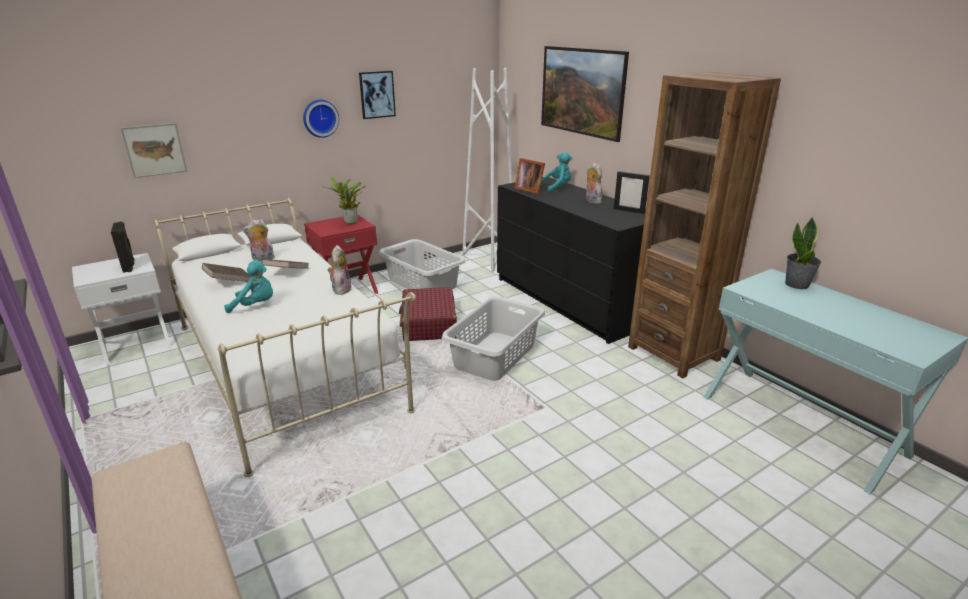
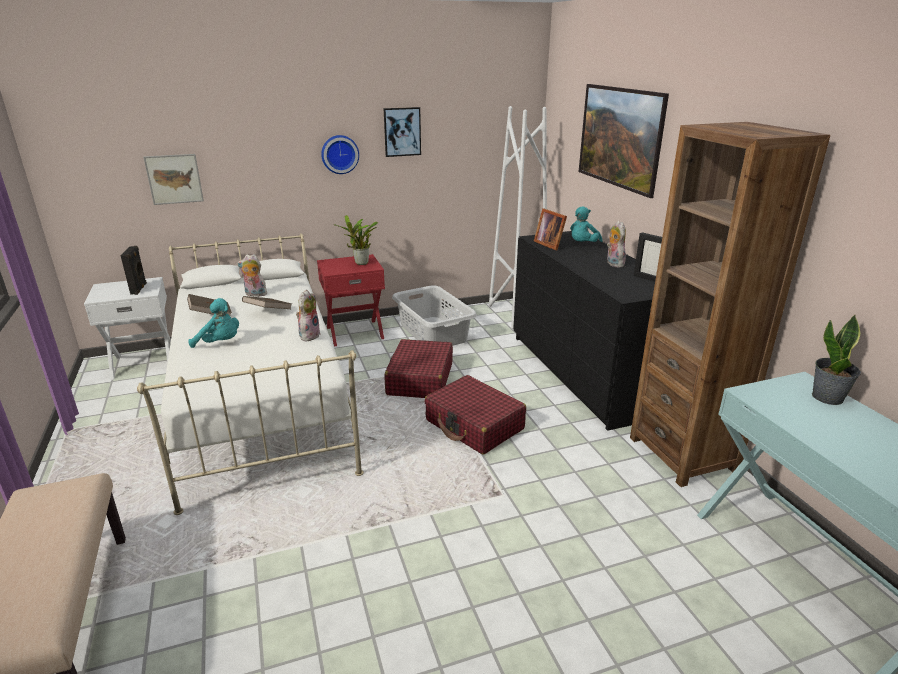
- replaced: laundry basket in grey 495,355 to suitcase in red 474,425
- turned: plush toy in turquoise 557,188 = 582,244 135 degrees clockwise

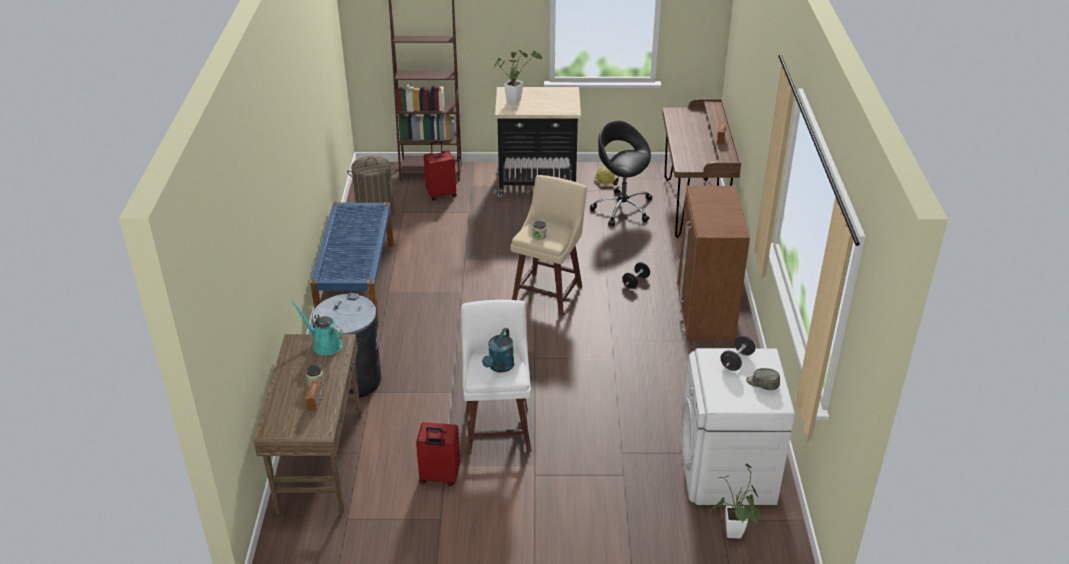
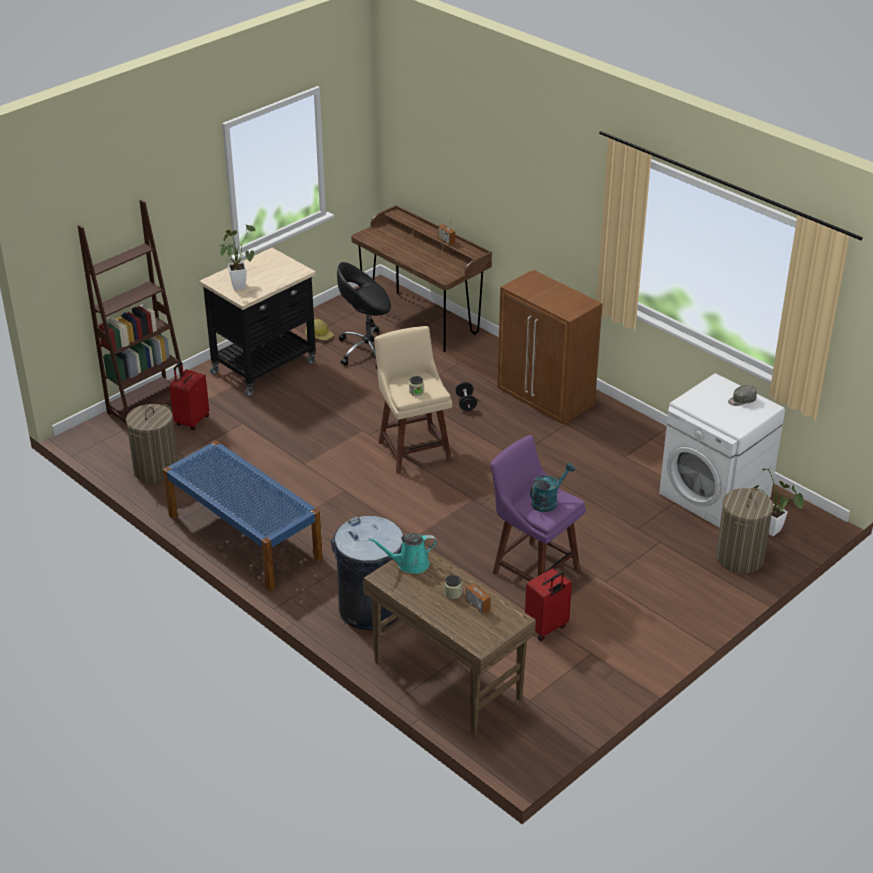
- recoloured: stool in white 498,428 to stool in purple 533,568
- turned: watering can in turquoise 499,367 = 548,501 105 degrees counterclockwise
- removed: dumbbell in black 736,361
- added: laundry basket 739,558

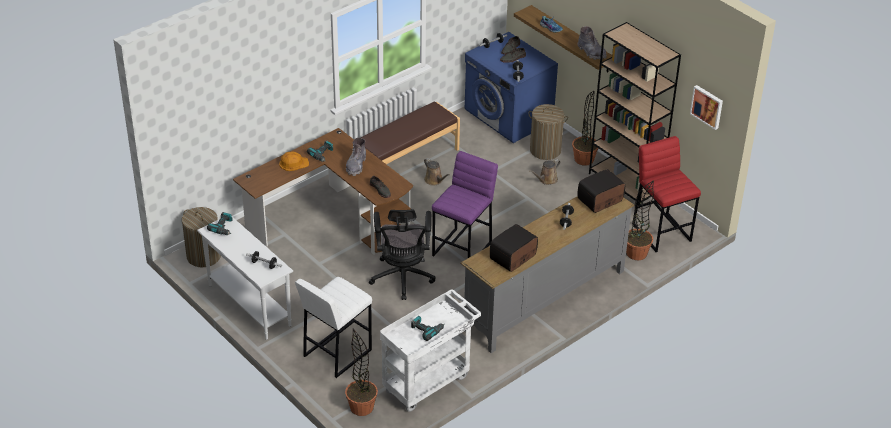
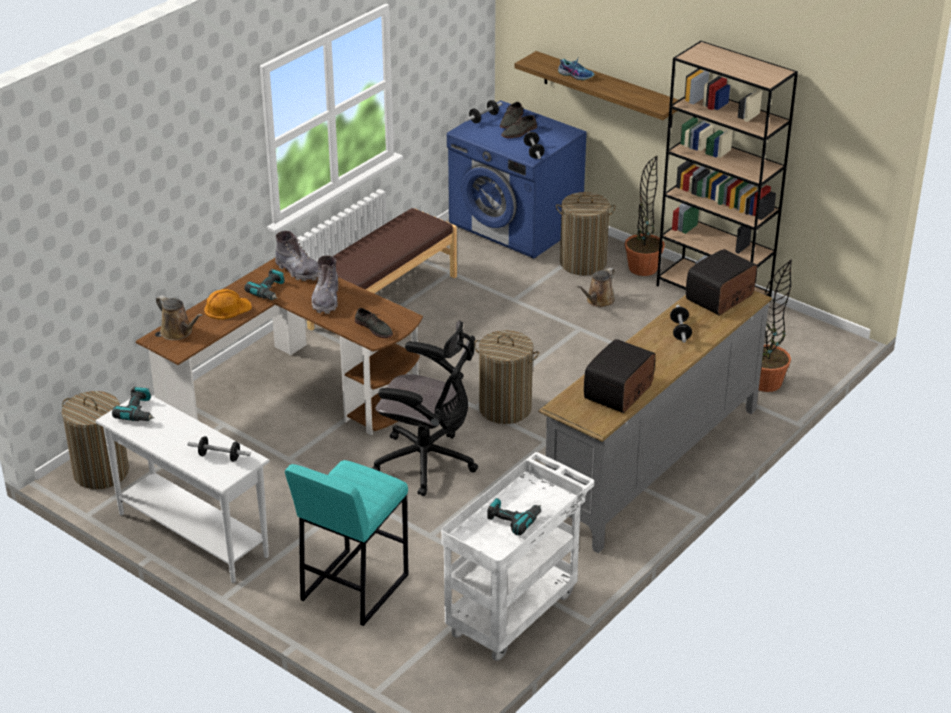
- recoloured: stool in white 336,354 to stool in turquoise 353,589
- removed: potted plant 361,407
- turned: office chair 402,277 = 425,462 60 degrees counterclockwise
- moved: watering can in brown 434,180 to 178,332
- replaced: stool in purple 462,248 to laundry basket 505,408
- moved: boot in grey 591,52 to 298,271
- removed: stool in red 660,231
- removed: picture 707,106

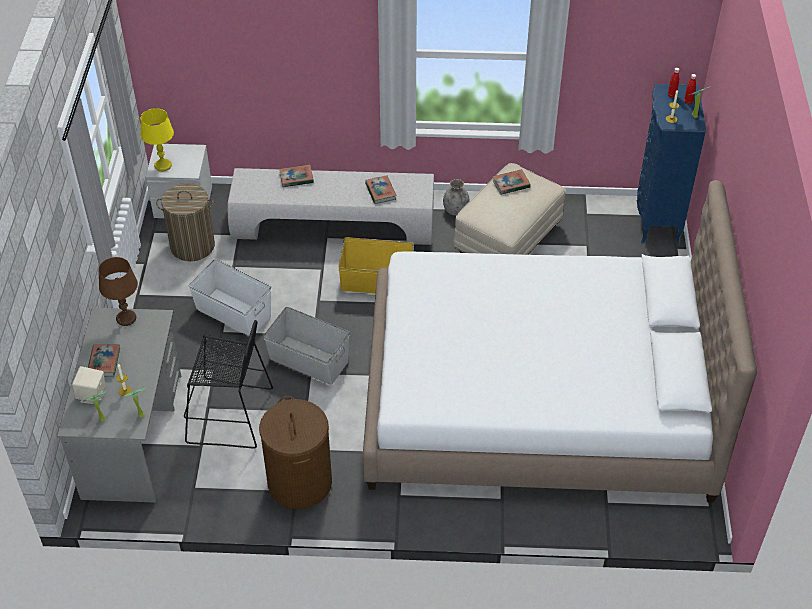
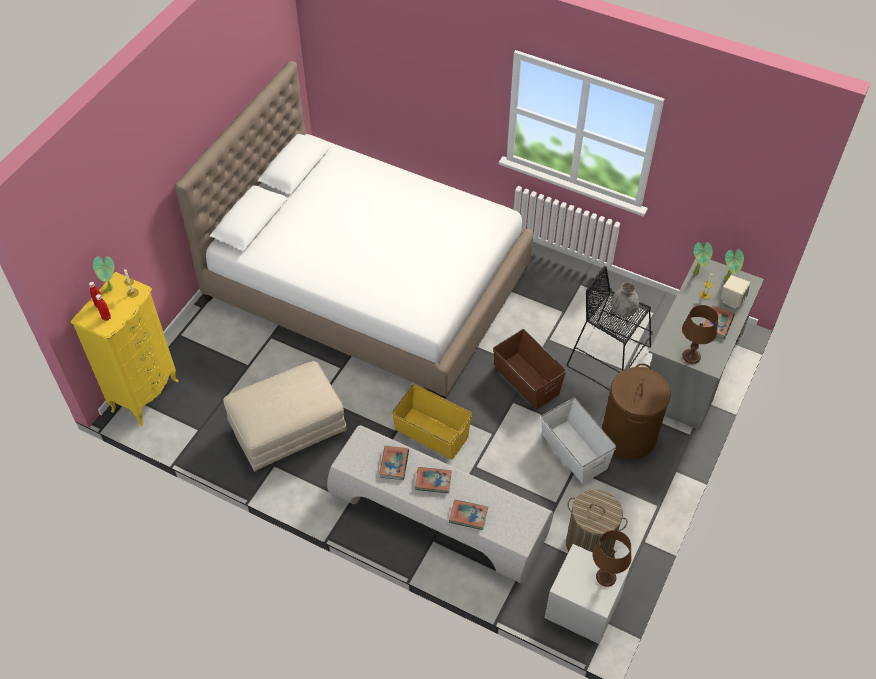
- recoloured: table lamp in yellow 163,166 to table lamp in brown 606,577
- moved: laundry basket in brown 299,482 to 629,436
- recoloured: storage box in grey 308,360 to storage box in brown 527,380
- moved: vase in grey 456,210 to 622,311
- moved: book 511,184 to 433,481
- recoloured: dresser in blue 655,221 to dresser in yellow 147,396

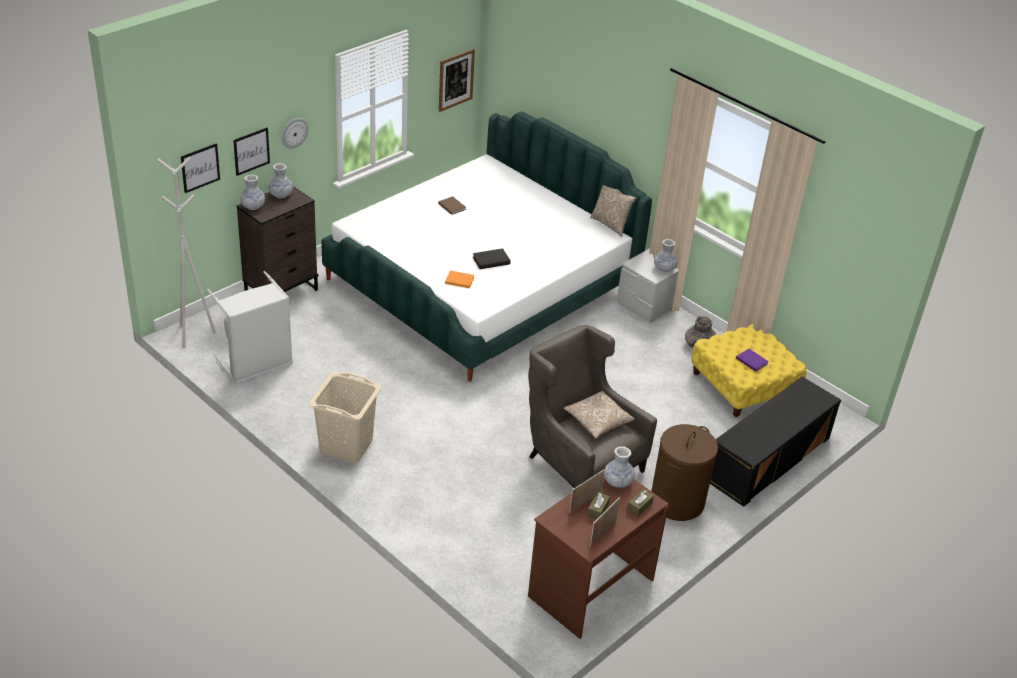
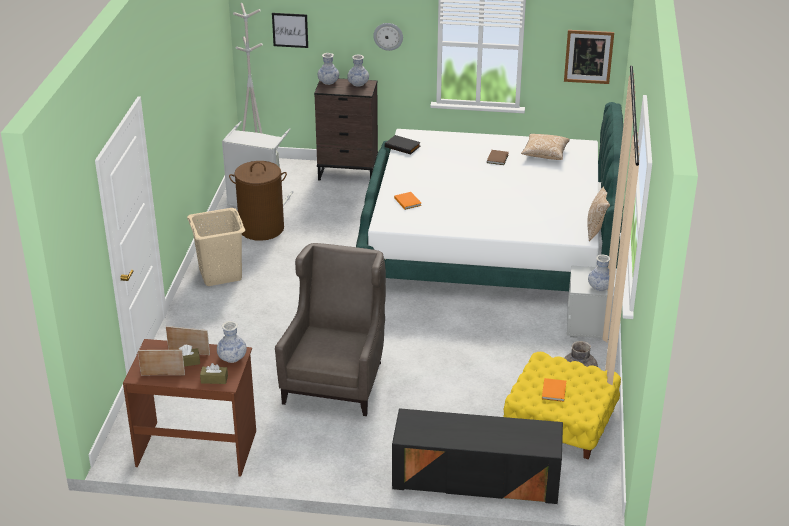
- removed: picture 251,151
- moved: book in black 491,260 to 403,146
- moved: pillow 597,421 to 545,154
- moved: laundry basket in brown 677,502 to 261,229
- recoloured: book in purple 751,360 to book in orange 554,390

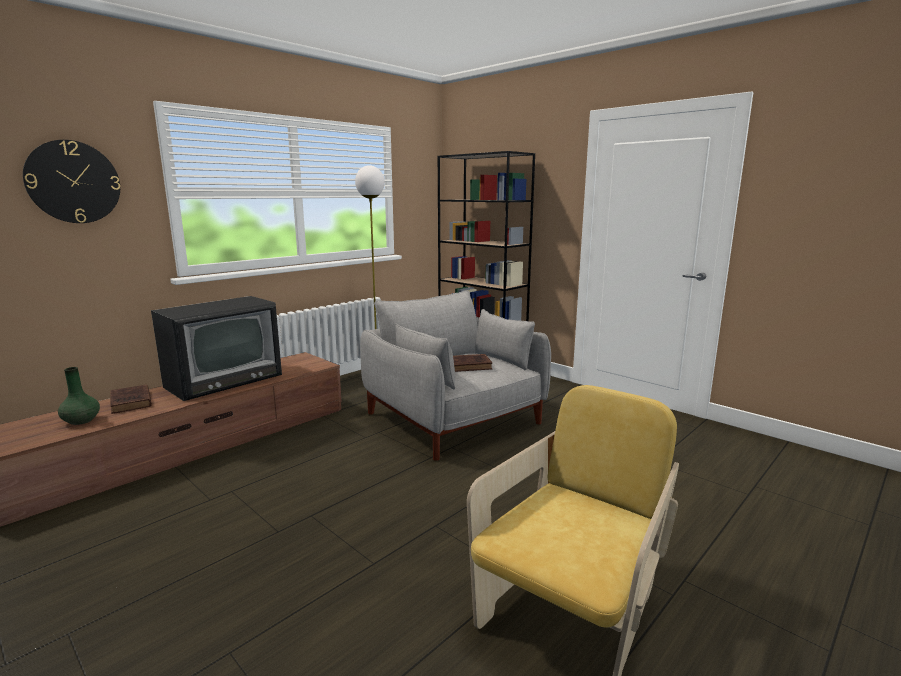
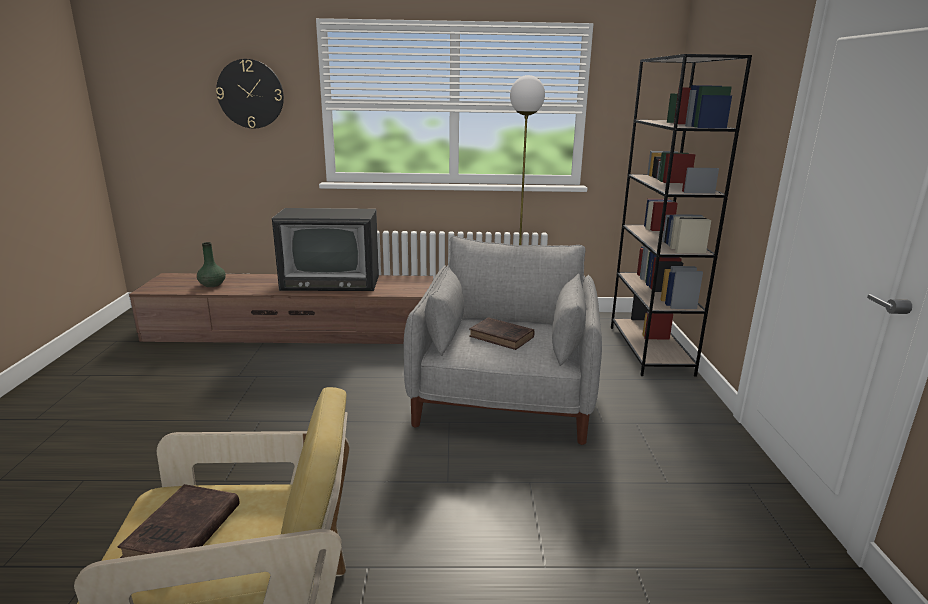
- moved: book in brown 131,402 to 181,533

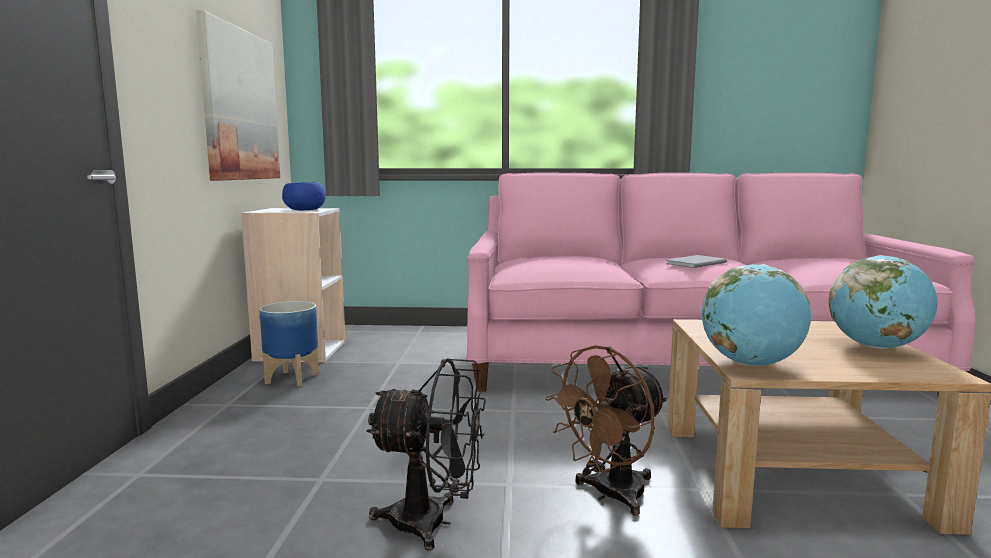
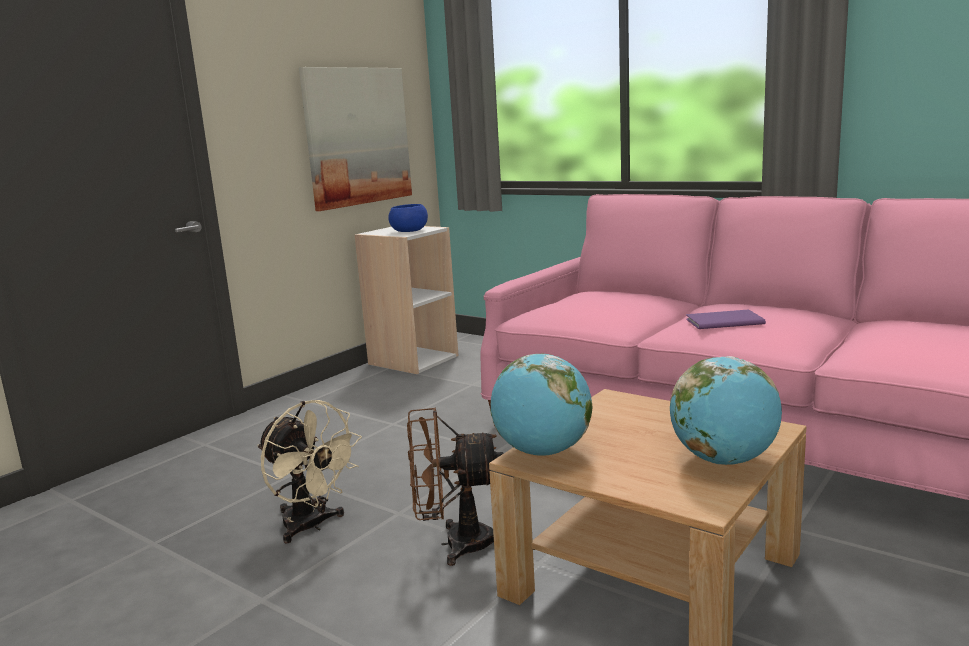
- removed: planter 291,378
- recoloured: fan in black 433,523 to fan in beige 312,526
- recoloured: book in grey 693,263 to book in purple 722,321

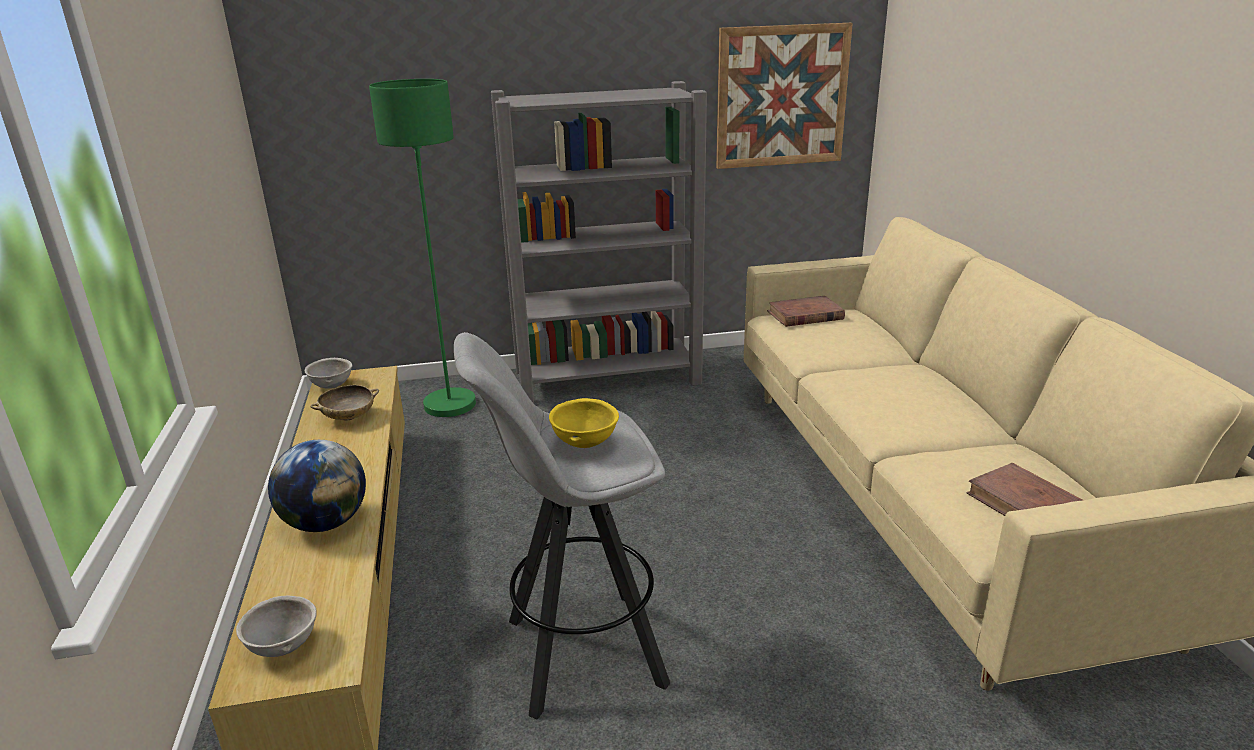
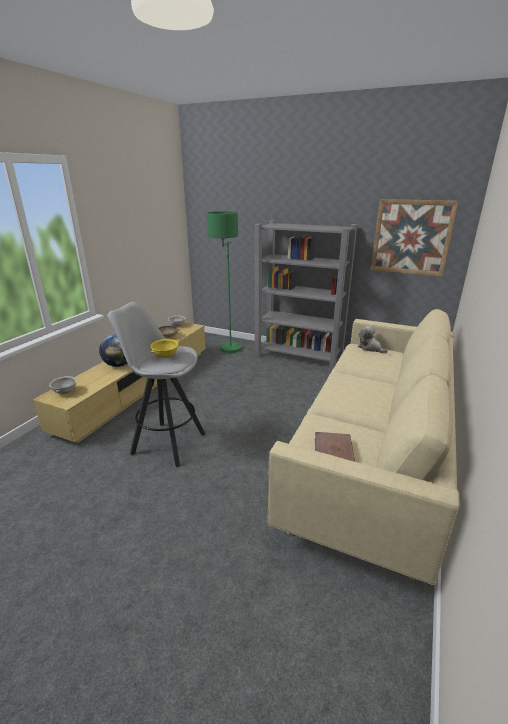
- replaced: book in brown 805,315 to plush toy 370,348

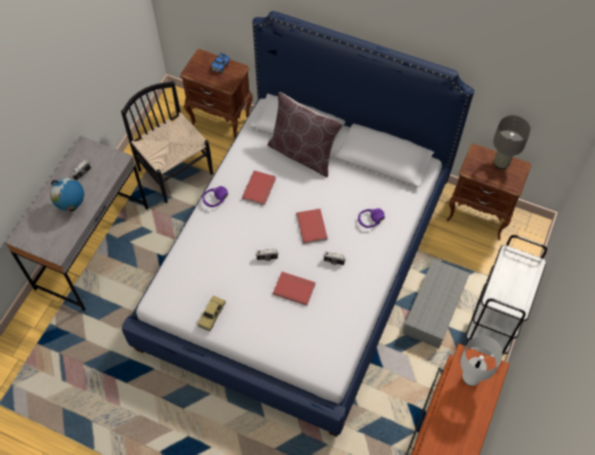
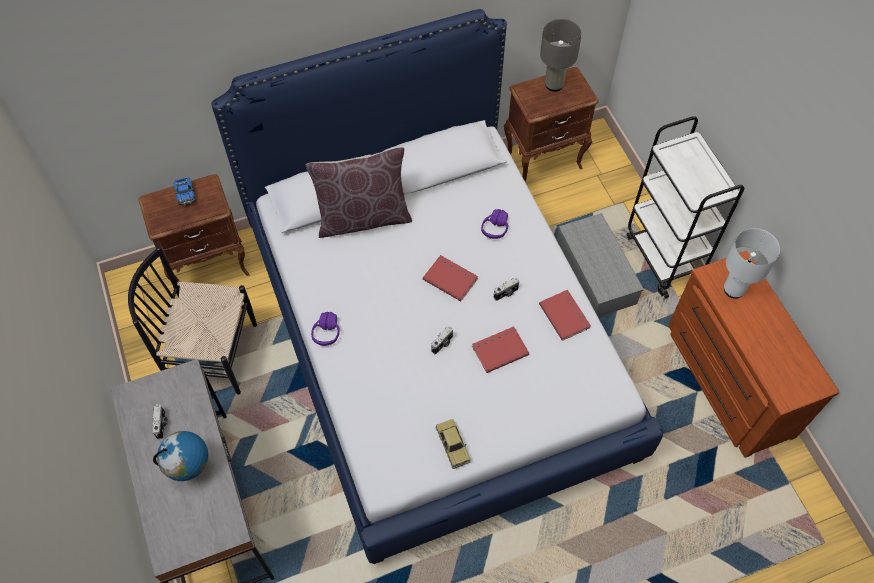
- moved: book in red 260,188 to 565,315

